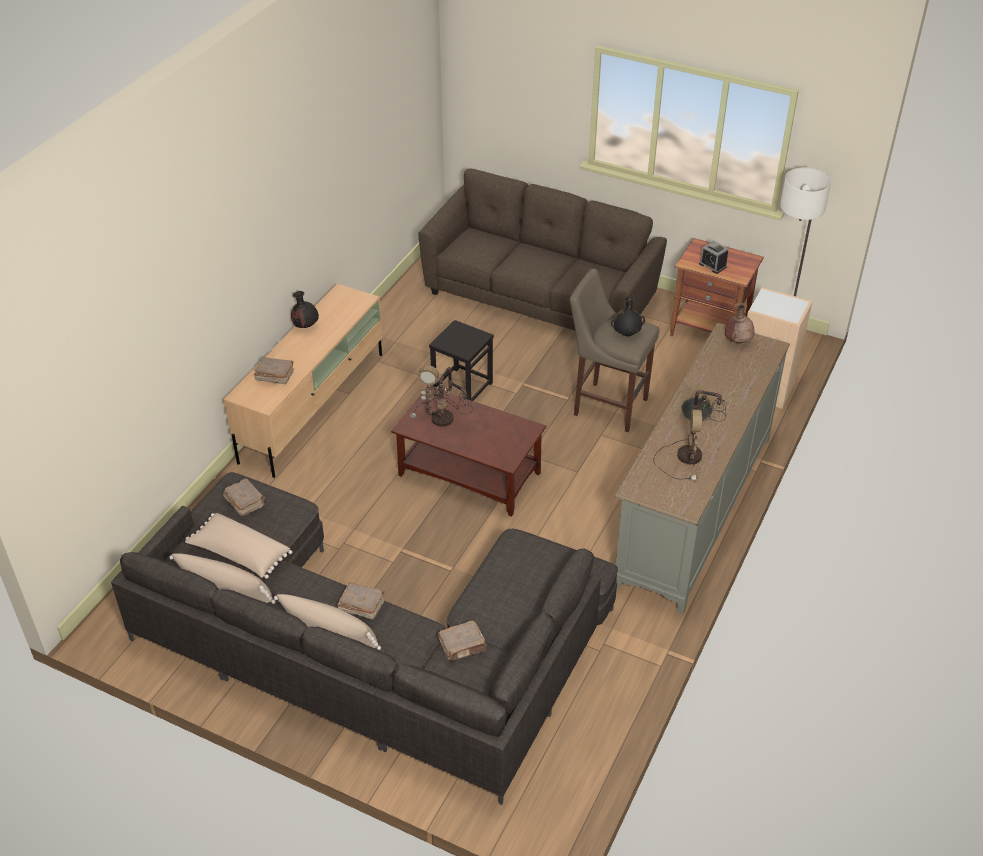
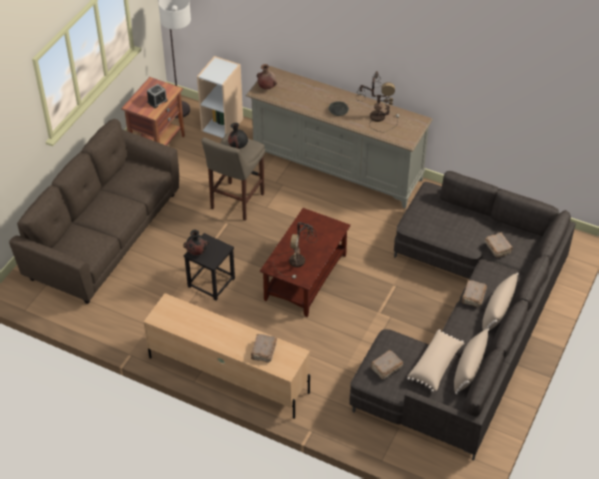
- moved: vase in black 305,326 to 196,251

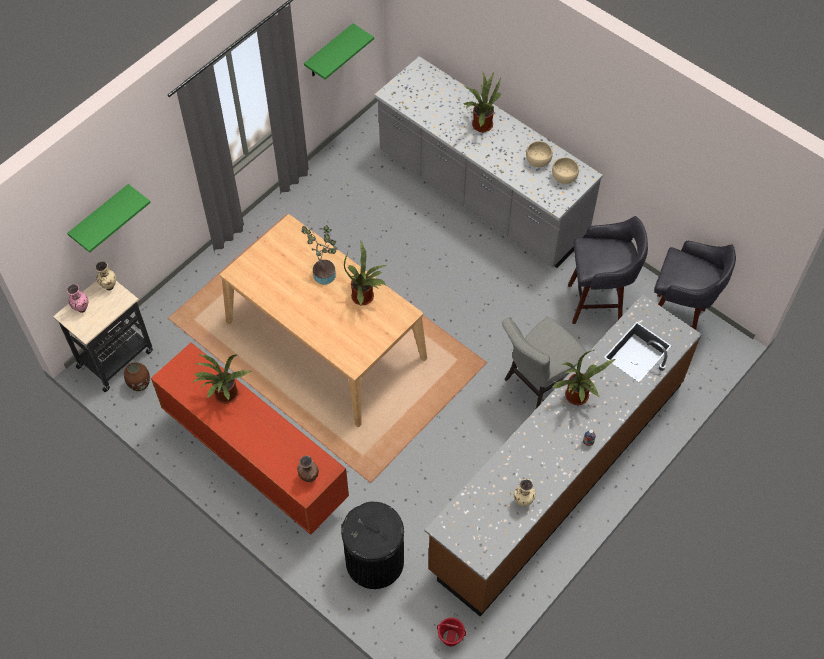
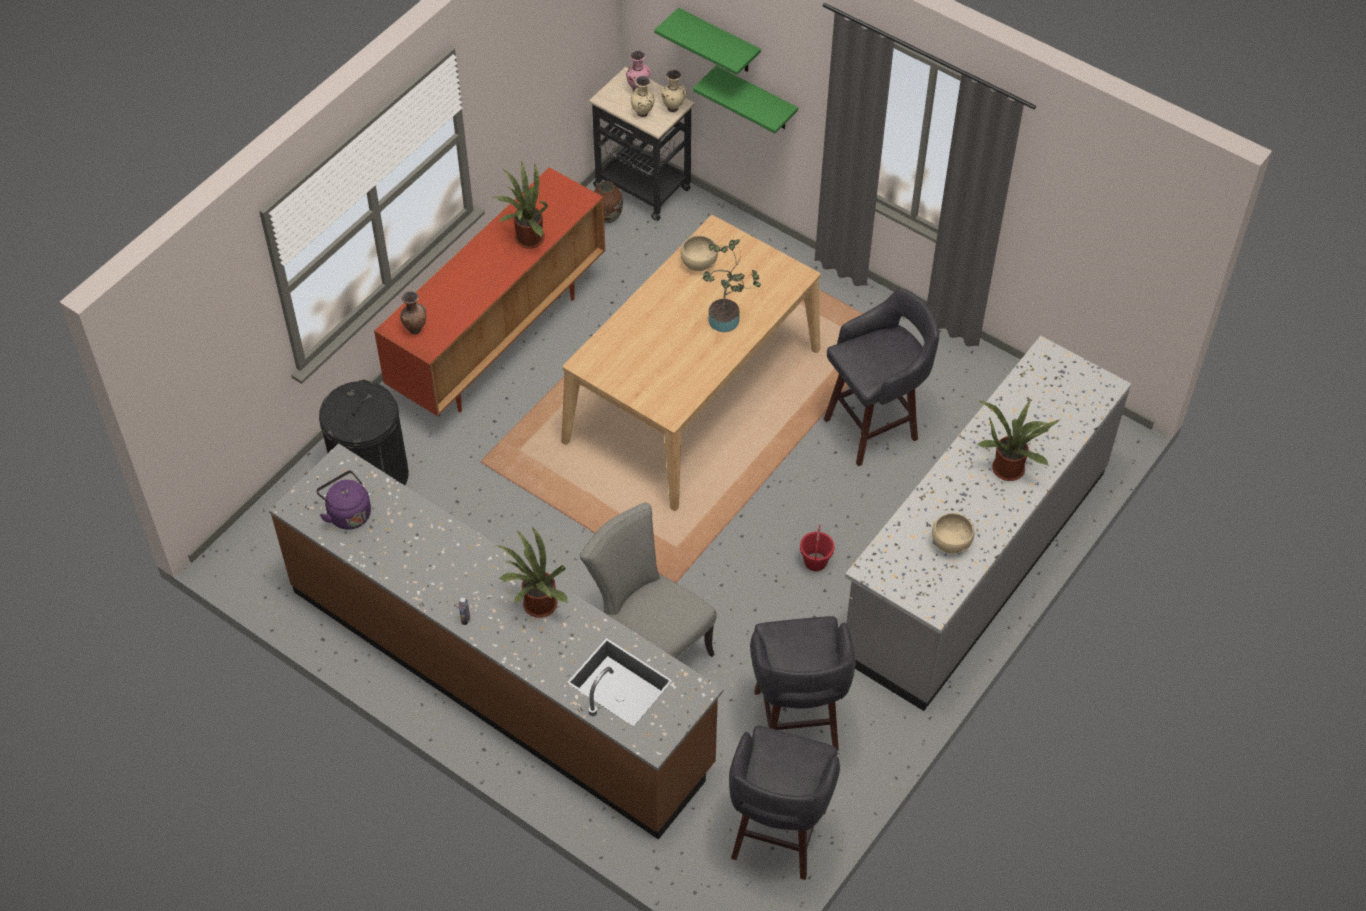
- moved: shelf in green 329,52 to 756,99
- removed: potted plant 365,297
- moved: bucket in red 450,637 to 815,562
- moved: vase in beige 523,501 to 643,114
- moved: bowl in beige 564,177 to 698,263
- added: kettle in purple 347,513
- added: stool in grey 874,428

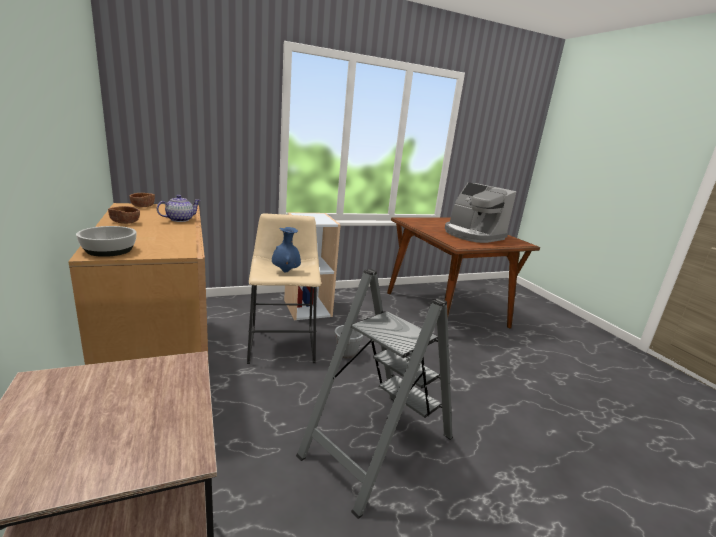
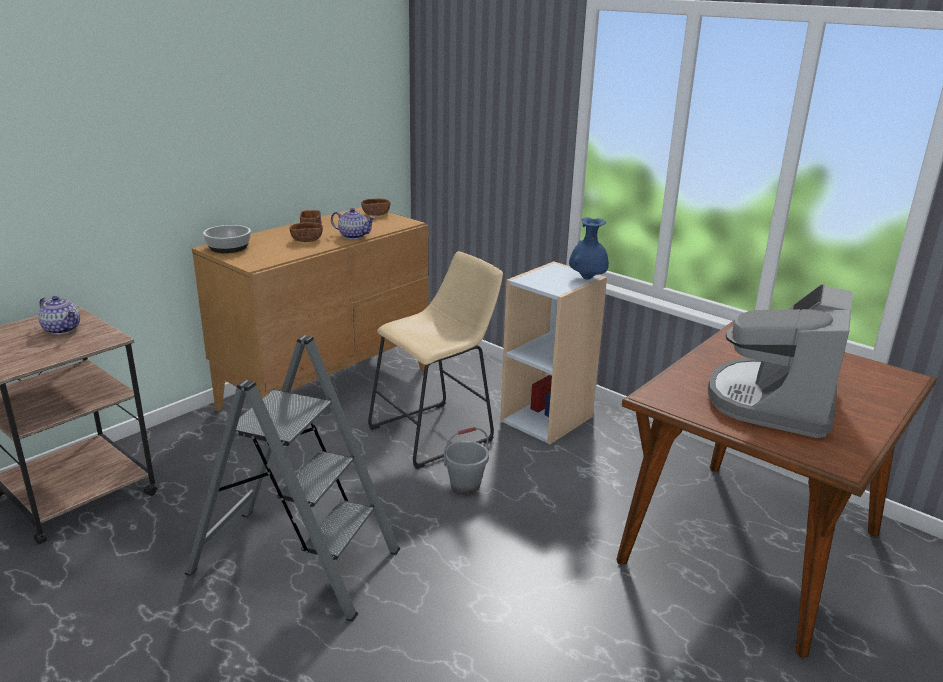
- moved: vase in blue 286,271 to 587,279
- added: teapot 62,329
- added: bowl in brown 307,240

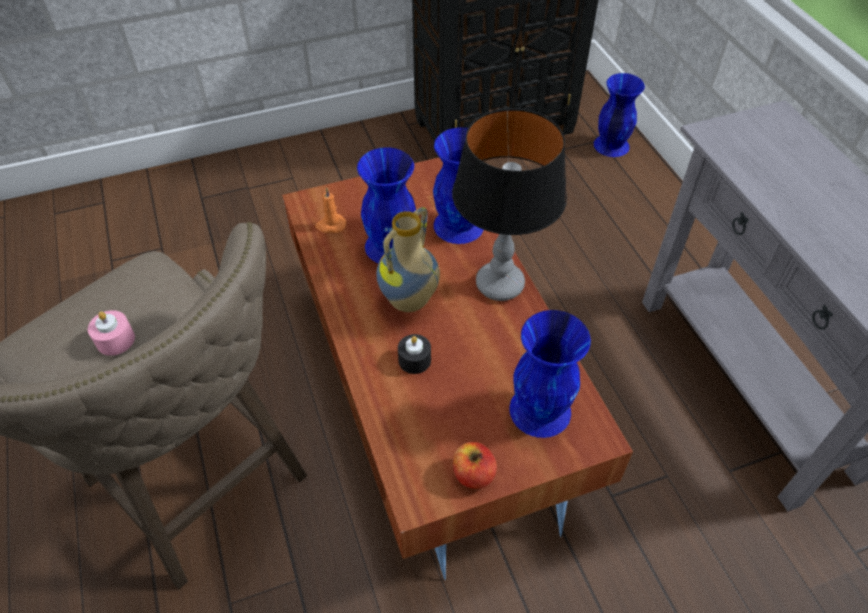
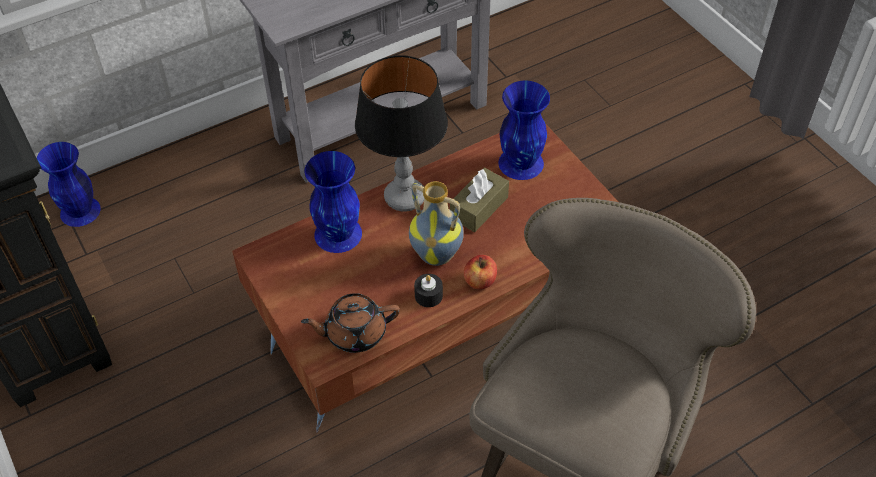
- removed: candle in pink 115,340
- replaced: candle in orange 330,225 to teapot in brown 354,333
- removed: vase in blue 391,247
- moved: candle in black 414,360 to 428,295
- moved: apple 473,474 to 480,281
- added: tissue box in brown 479,207

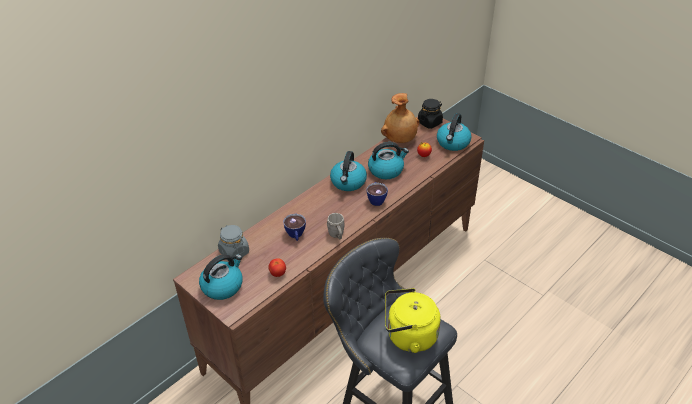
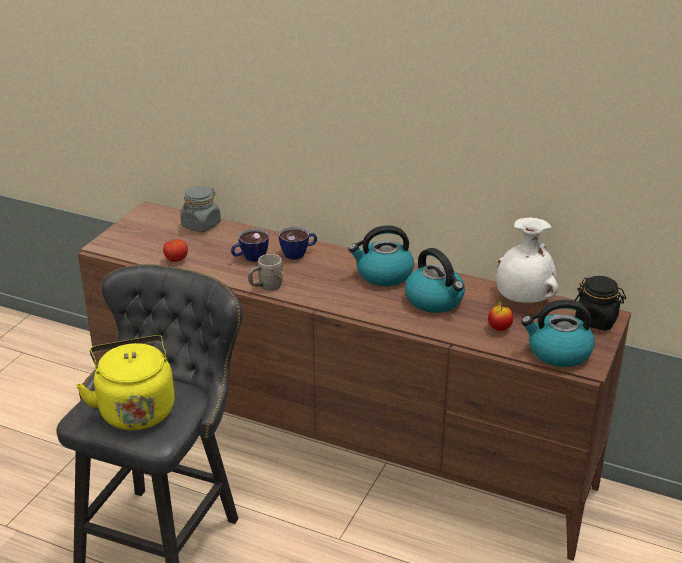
- removed: kettle 223,286
- moved: cup 376,199 to 299,253
- recoloured: vase in brown 400,139 to vase in white 523,300

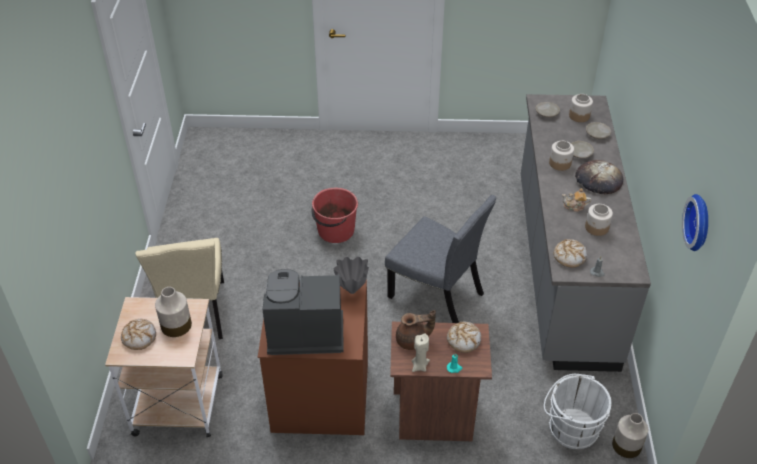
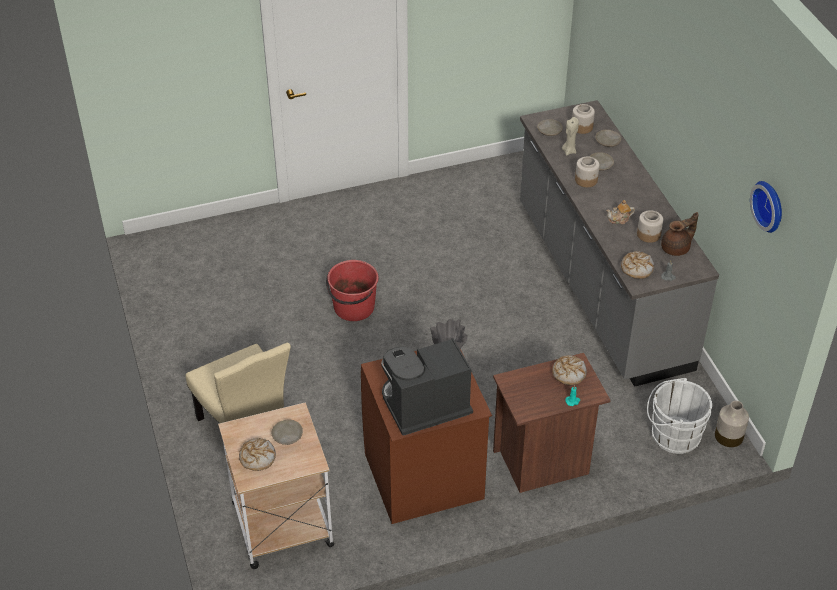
- replaced: vase in beige 175,325 to plate in beige 287,436
- removed: chair in grey 435,292
- moved: teapot in brown 413,340 to 676,248
- moved: candle in beige 419,366 to 569,151
- removed: bread 598,180

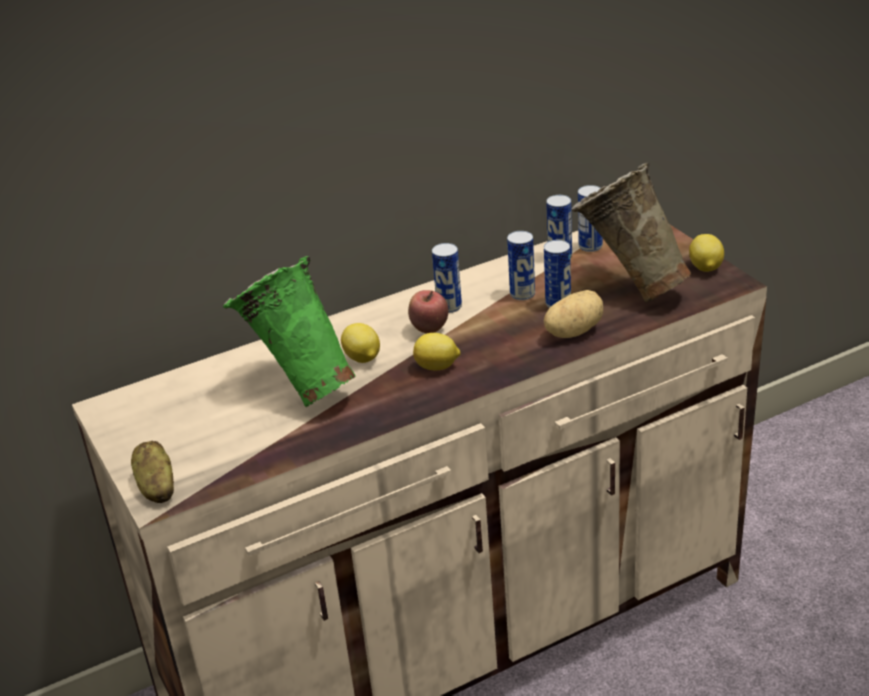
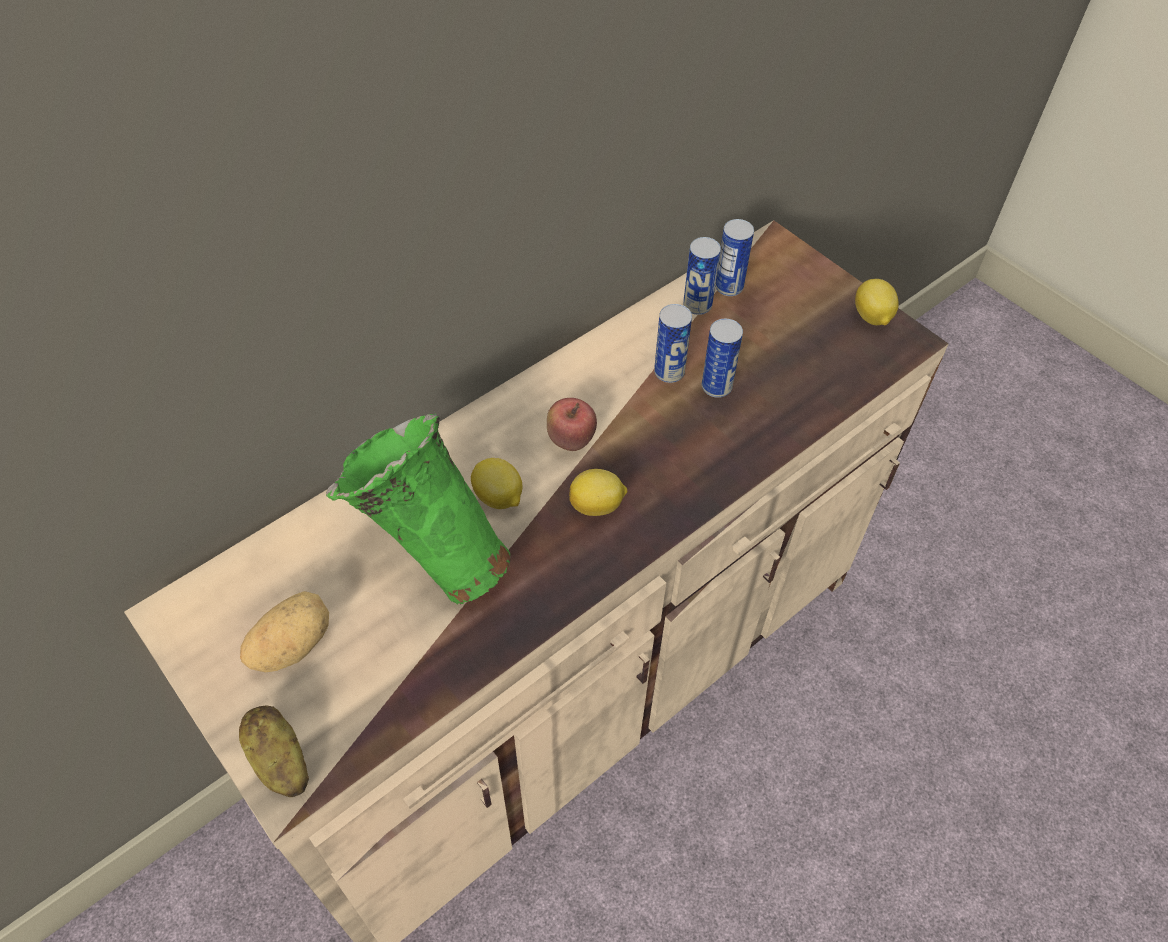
- removed: can 449,306
- moved: potato 573,331 to 291,644
- removed: vase in beige 630,288

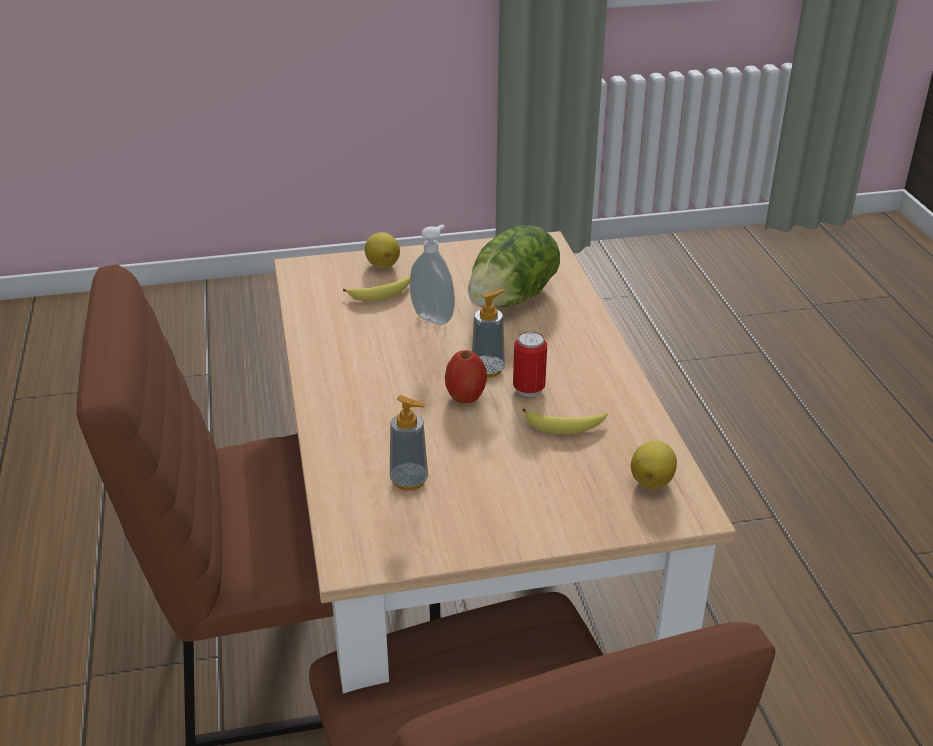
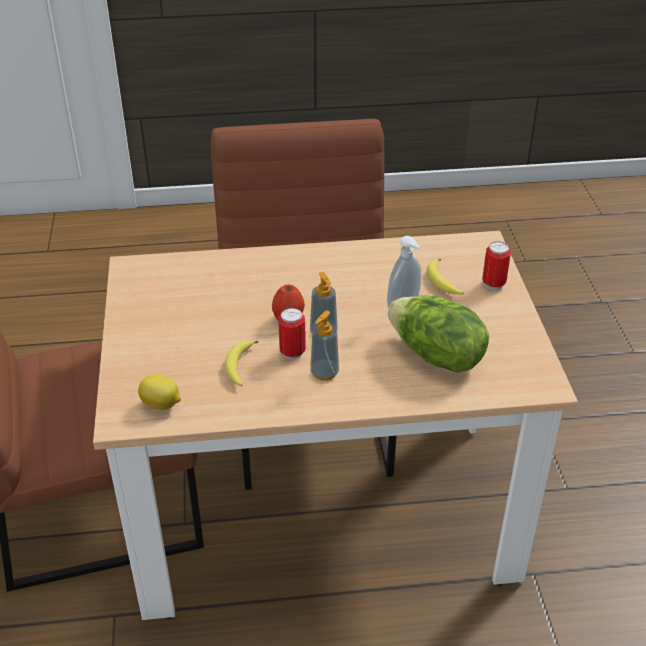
- replaced: lemon 382,264 to can 493,284
- moved: soap dispenser 409,480 to 324,372

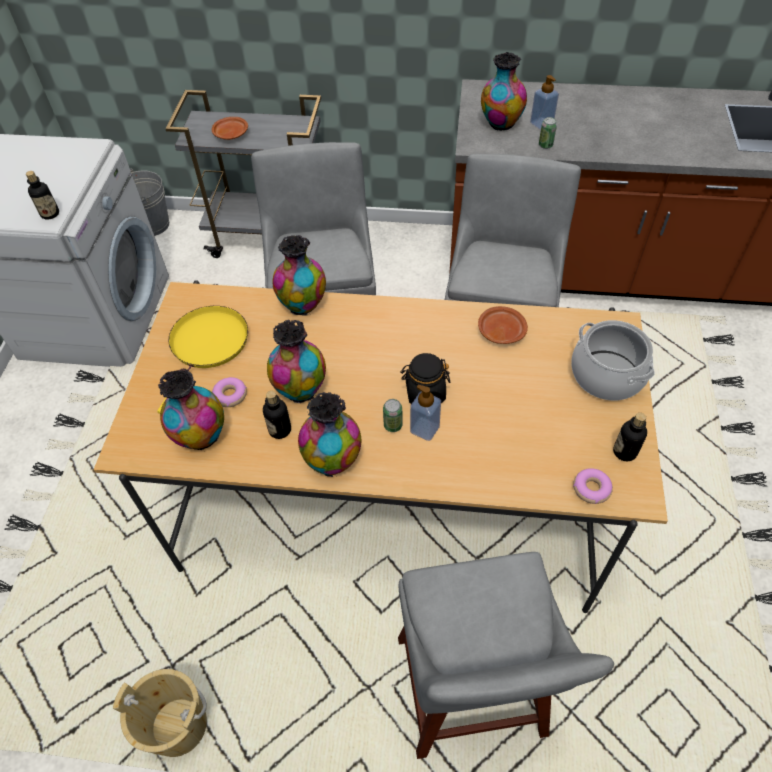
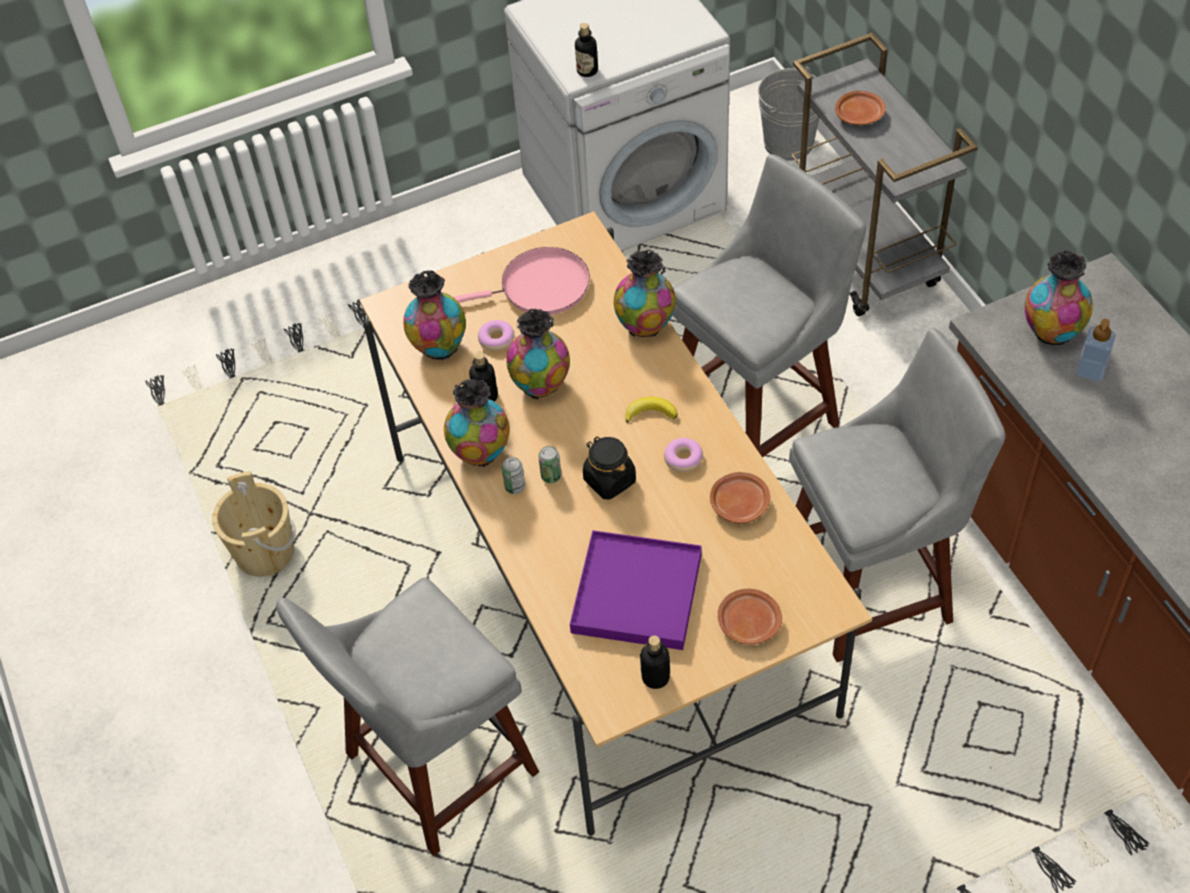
- recoloured: frying pan in yellow 208,346 to frying pan in pink 539,288
- removed: soap dispenser 425,429
- moved: can 545,145 to 515,487
- replaced: cooking pot 606,375 to plate in brown 748,622
- moved: donut 591,489 to 683,459
- added: tray in purple 636,593
- added: banana 650,413

